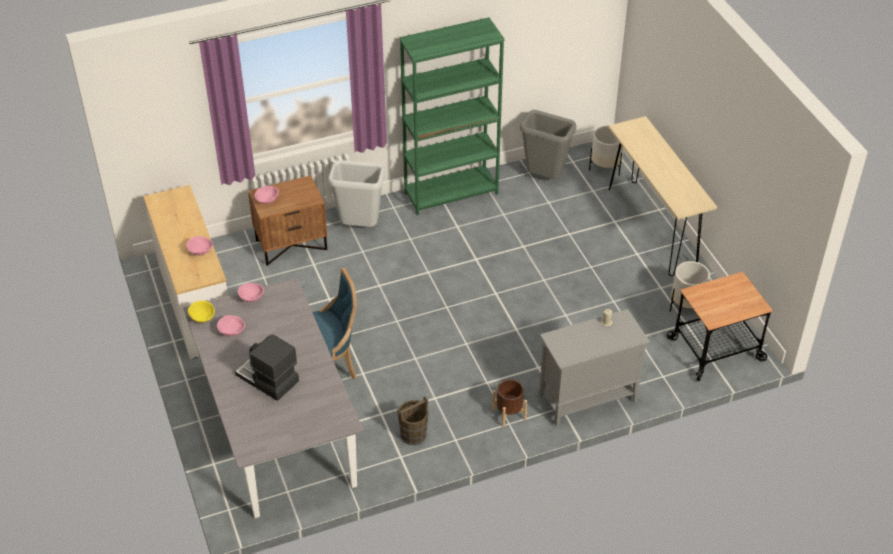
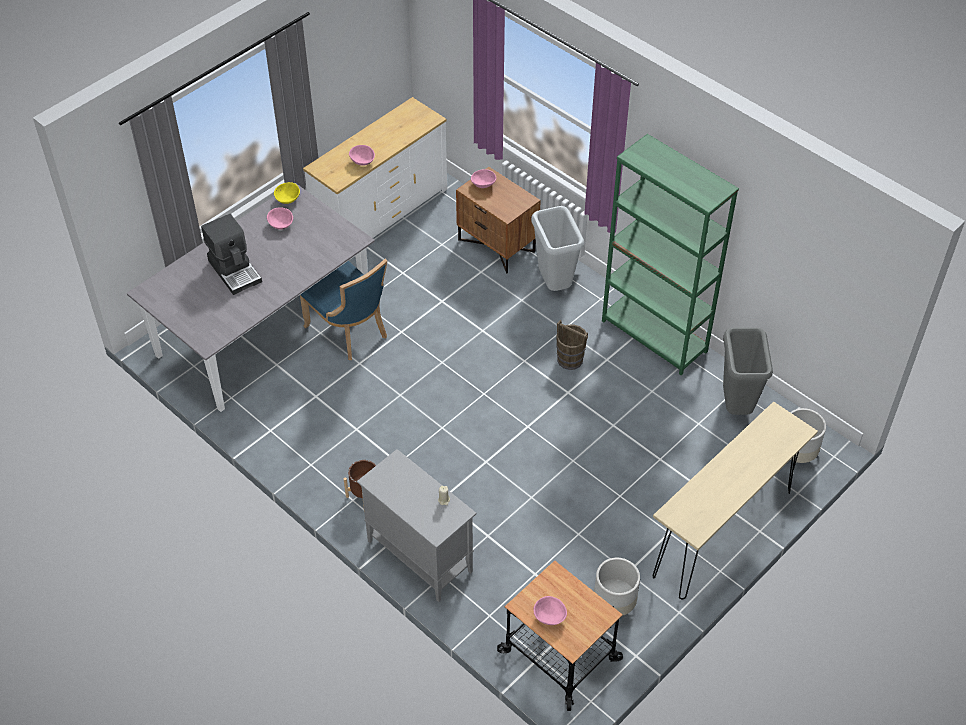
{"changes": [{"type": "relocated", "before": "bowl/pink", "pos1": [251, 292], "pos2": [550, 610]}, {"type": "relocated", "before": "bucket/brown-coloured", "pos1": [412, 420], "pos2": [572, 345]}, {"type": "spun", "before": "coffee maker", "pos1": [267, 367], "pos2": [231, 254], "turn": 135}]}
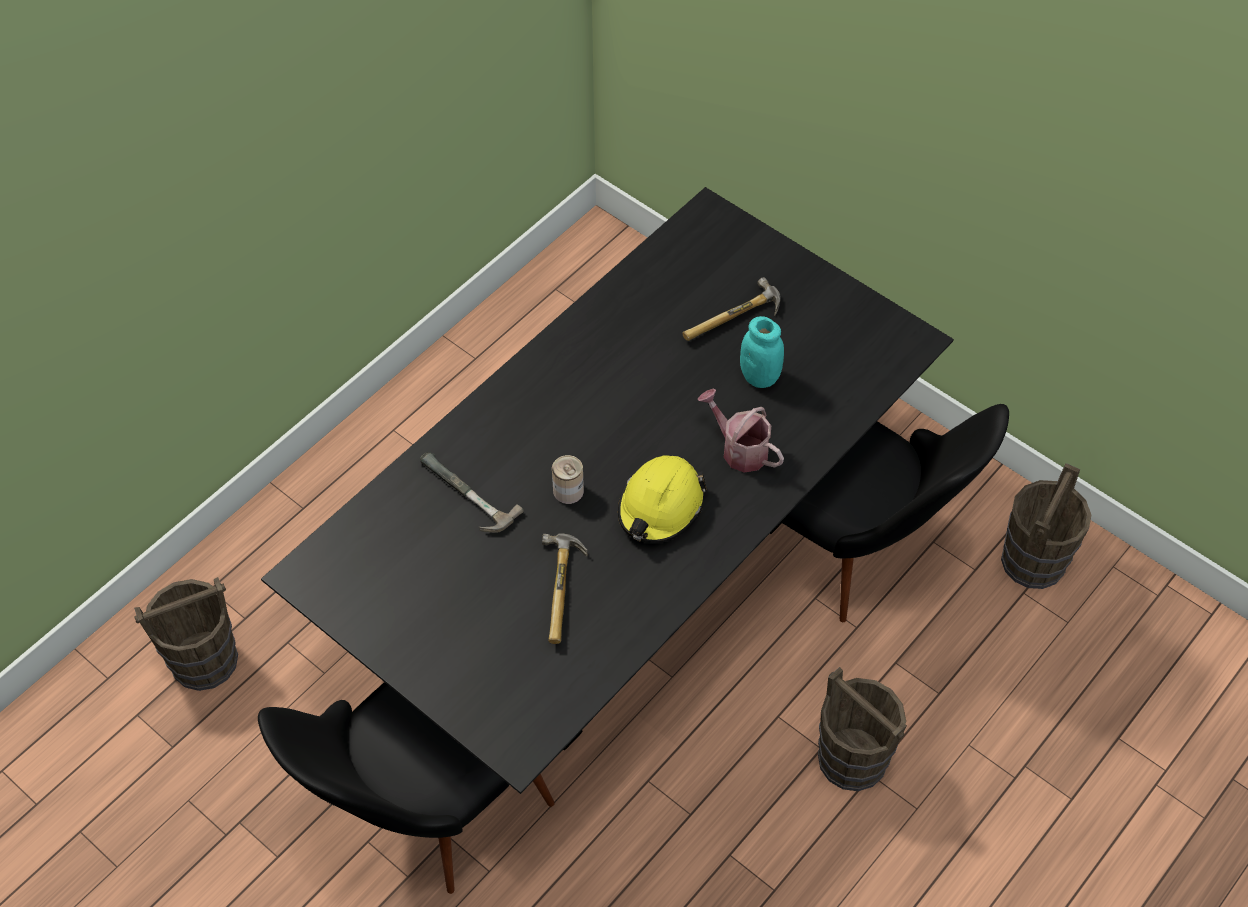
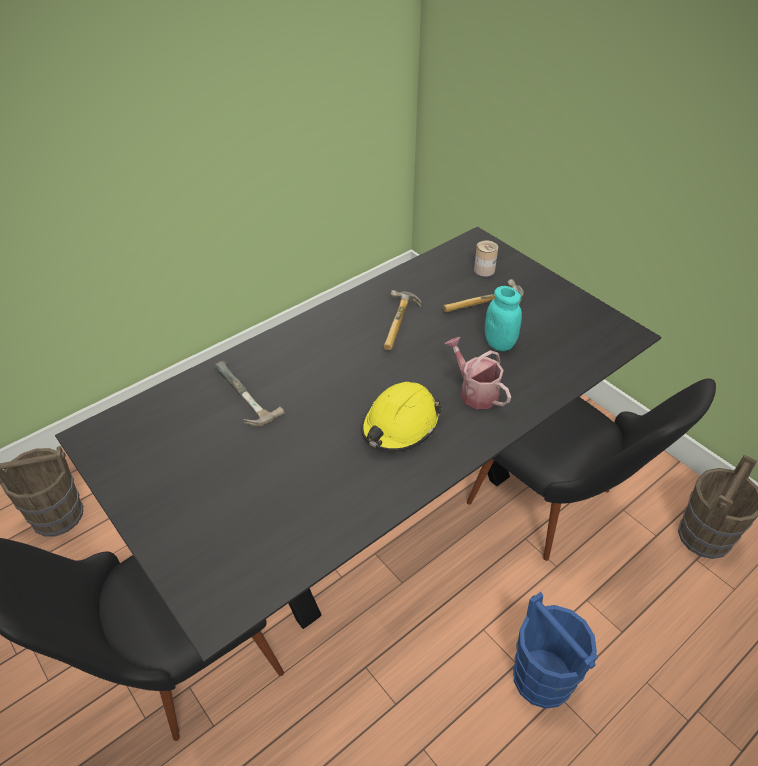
{"changes": [{"type": "relocated", "before": "tool hammer", "pos1": [565, 588], "pos2": [402, 320]}, {"type": "relocated", "before": "can", "pos1": [568, 479], "pos2": [486, 258]}, {"type": "colour", "before": "bucket/brown-coloured", "after": "bucket/bluish", "pos1": [862, 729], "pos2": [556, 650]}]}
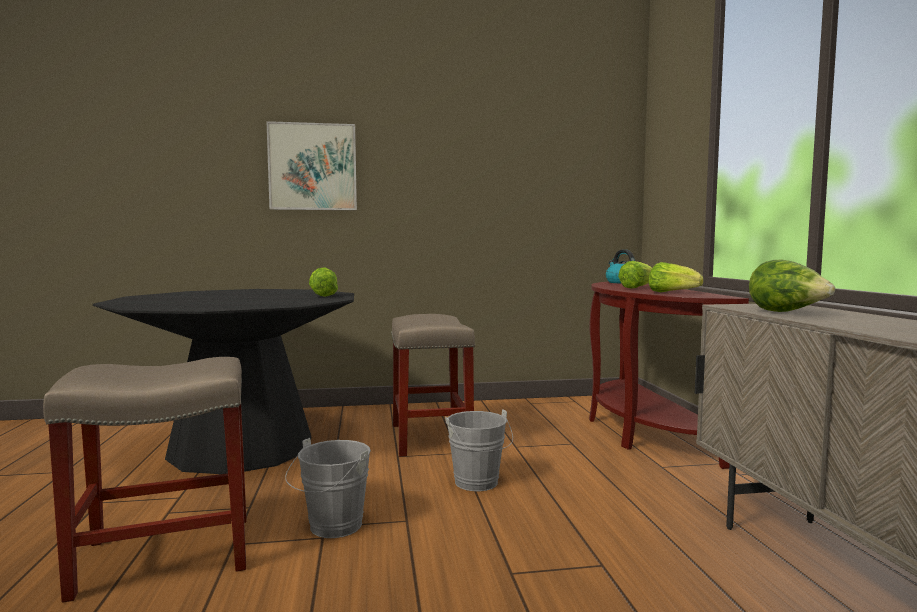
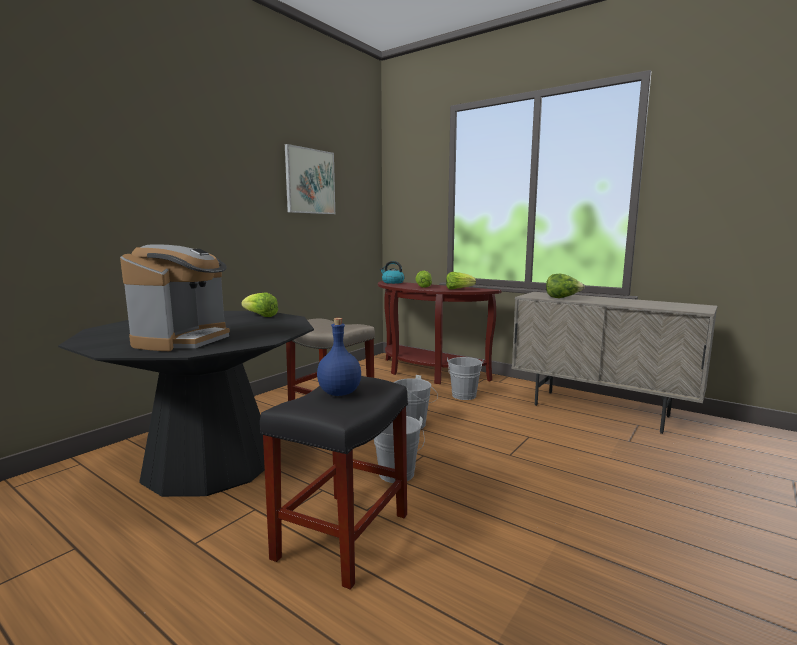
{"changes": [{"type": "appeared", "after": "coffee maker", "pos2": [175, 297]}, {"type": "appeared", "after": "bottle/bluish", "pos2": [339, 357]}, {"type": "appeared", "after": "bucket/grey", "pos2": [465, 378]}, {"type": "relocated", "before": "wall art", "pos1": [311, 165], "pos2": [310, 179]}, {"type": "colour", "before": "stool seat/beige", "after": "stool seat/blackish", "pos1": [144, 480], "pos2": [334, 483]}]}
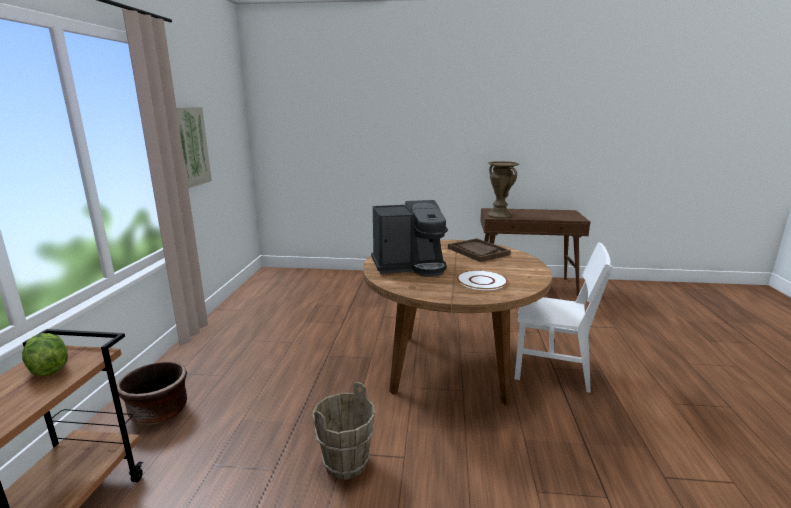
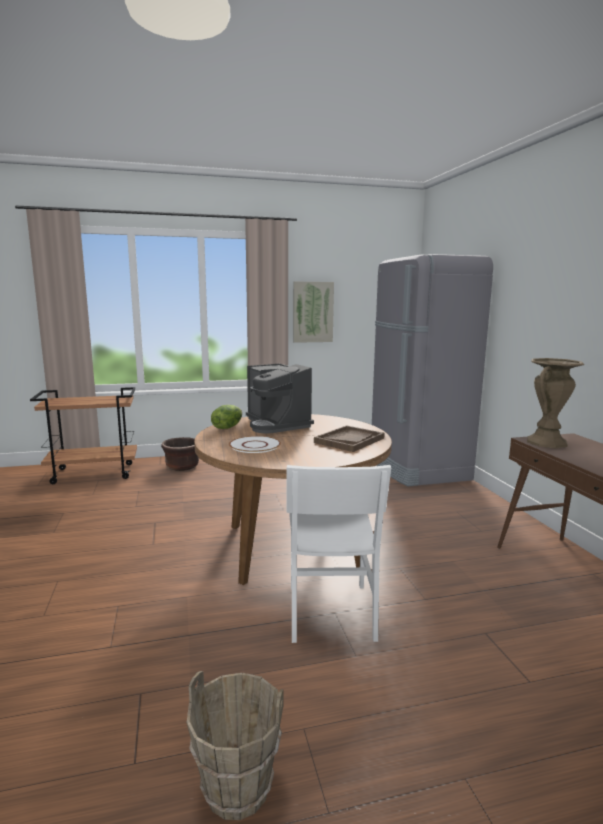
{"changes": [{"type": "appeared", "after": "fridge/grey", "pos2": [432, 370]}, {"type": "relocated", "before": "lettuce", "pos1": [45, 354], "pos2": [226, 417]}, {"type": "relocated", "before": "bucket/brown-coloured", "pos1": [343, 431], "pos2": [235, 745]}]}
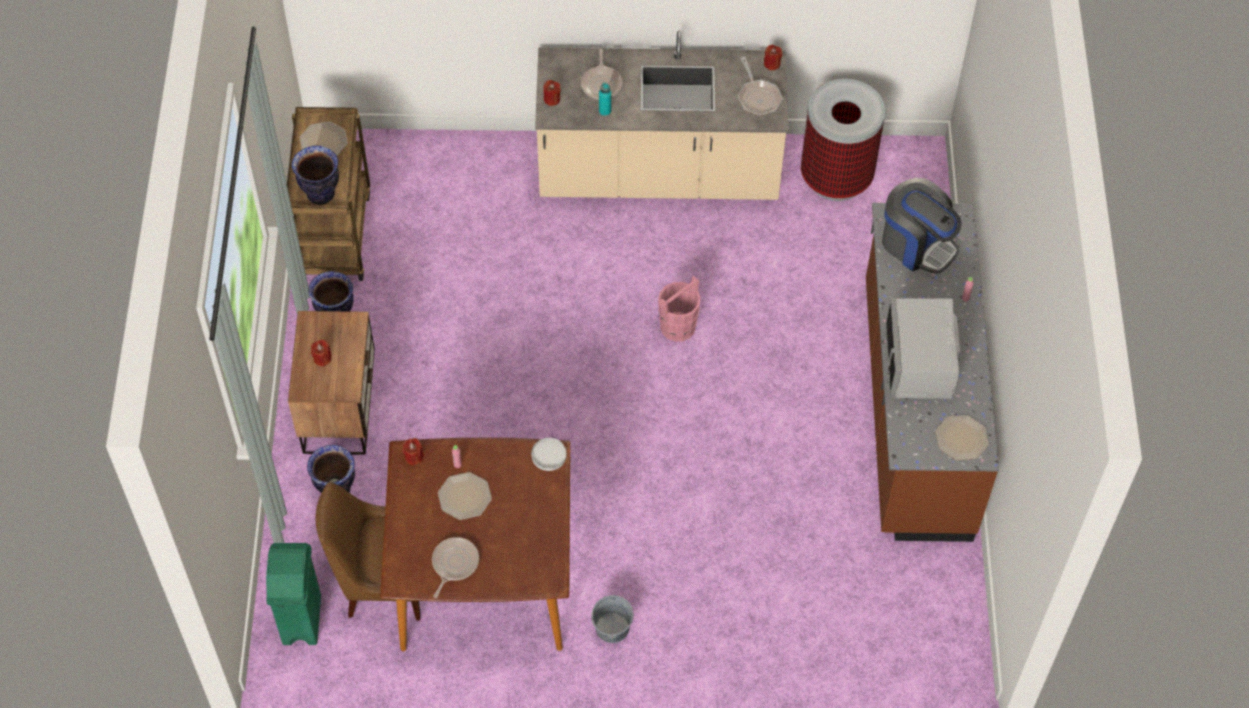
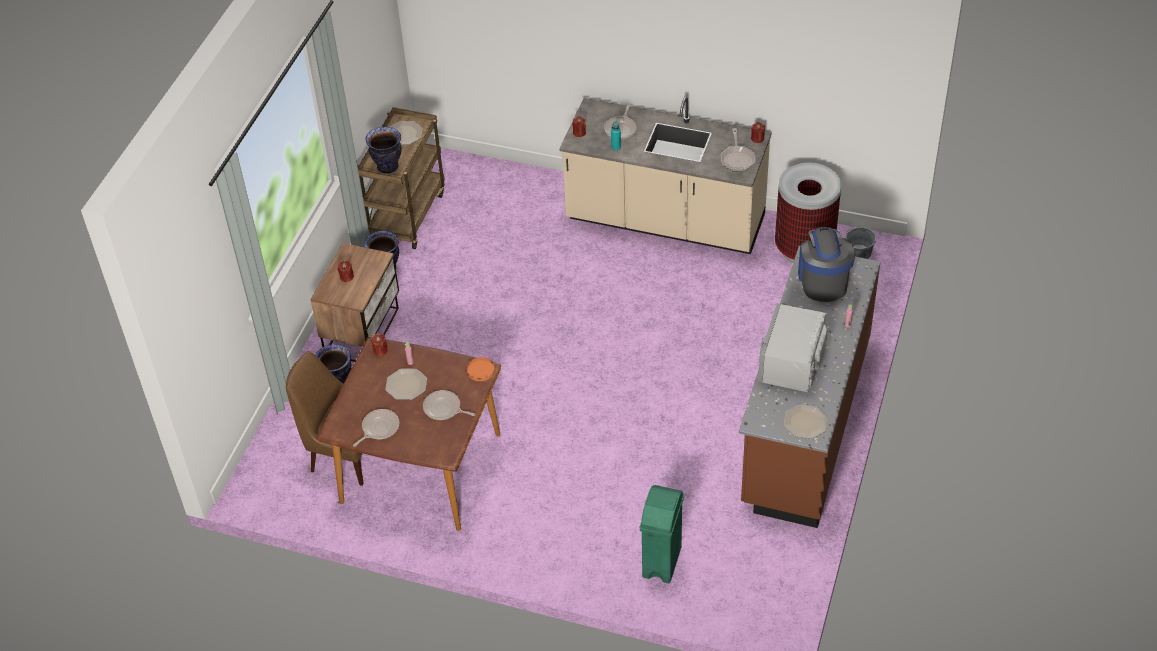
{"changes": [{"type": "missing", "before": "bucket/pink", "pos1": [679, 309]}, {"type": "appeared", "after": "skillet", "pos2": [449, 405]}, {"type": "relocated", "before": "waste bin/greenish", "pos1": [293, 594], "pos2": [662, 534]}, {"type": "relocated", "before": "bucket/grey", "pos1": [612, 619], "pos2": [861, 242]}, {"type": "colour", "before": "plate/white", "after": "plate/orange-coloured", "pos1": [549, 454], "pos2": [481, 369]}, {"type": "spun", "before": "coffee maker", "pos1": [922, 226], "pos2": [826, 264], "turn": -150}]}
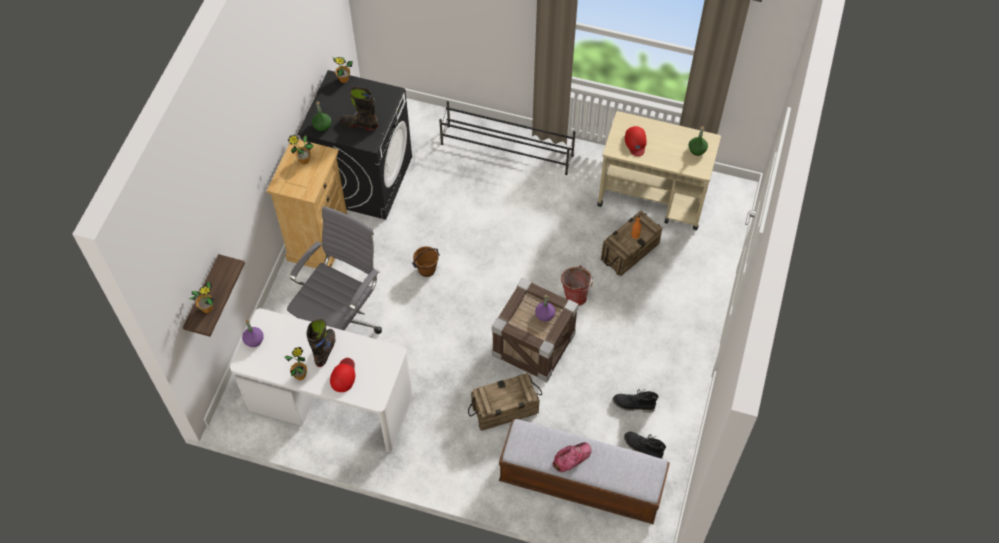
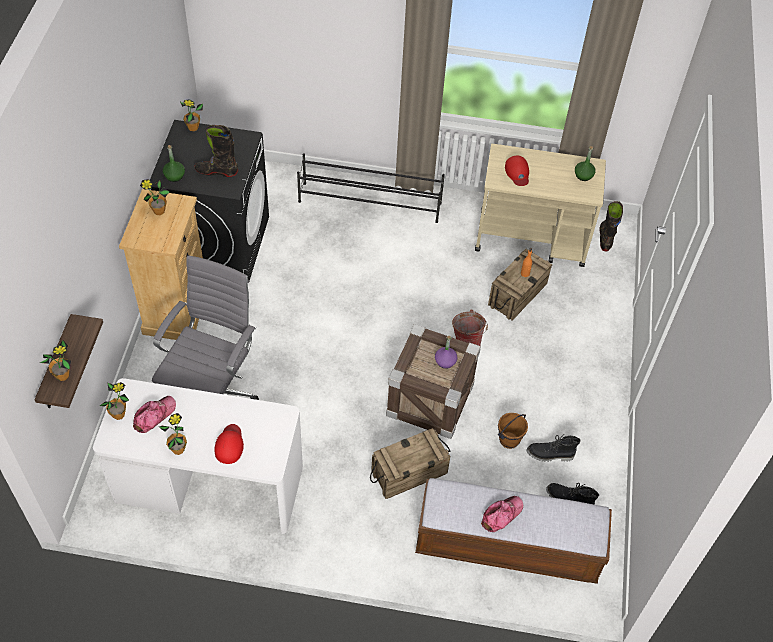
{"changes": [{"type": "appeared", "after": "cap", "pos2": [154, 414]}, {"type": "relocated", "before": "tall boot/blackish", "pos1": [320, 343], "pos2": [611, 226]}, {"type": "relocated", "before": "bucket/brown-coloured", "pos1": [426, 261], "pos2": [513, 431]}, {"type": "exchanged", "before": "bottle/purple-coloured", "after": "potted plant", "pos1": [253, 333], "pos2": [114, 401]}]}
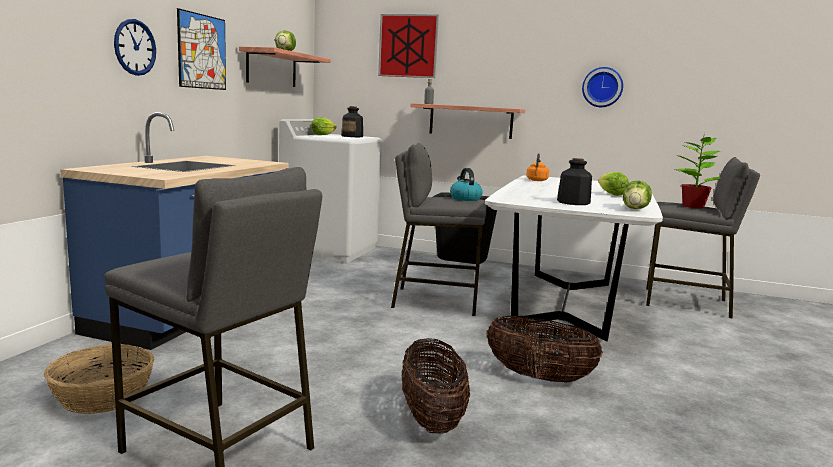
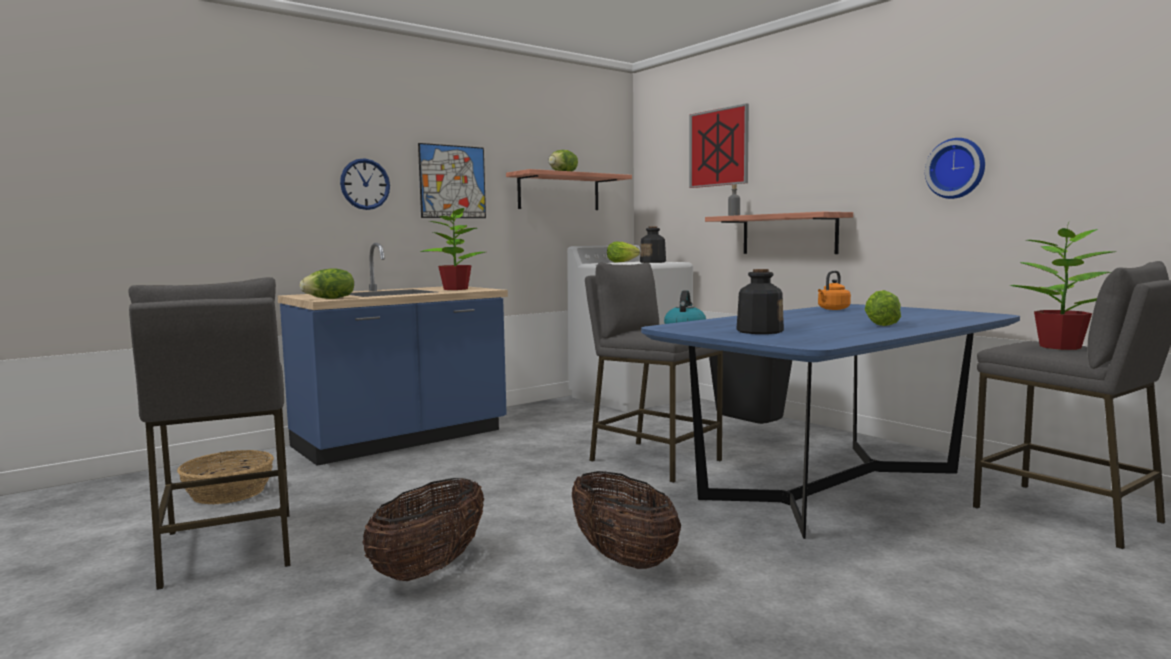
{"changes": [{"type": "appeared", "after": "potted plant", "pos2": [452, 249]}, {"type": "relocated", "before": "lettuce", "pos1": [637, 195], "pos2": [327, 284]}, {"type": "colour", "before": "kitchen table/white", "after": "kitchen table/bluish", "pos1": [574, 258], "pos2": [830, 421]}]}
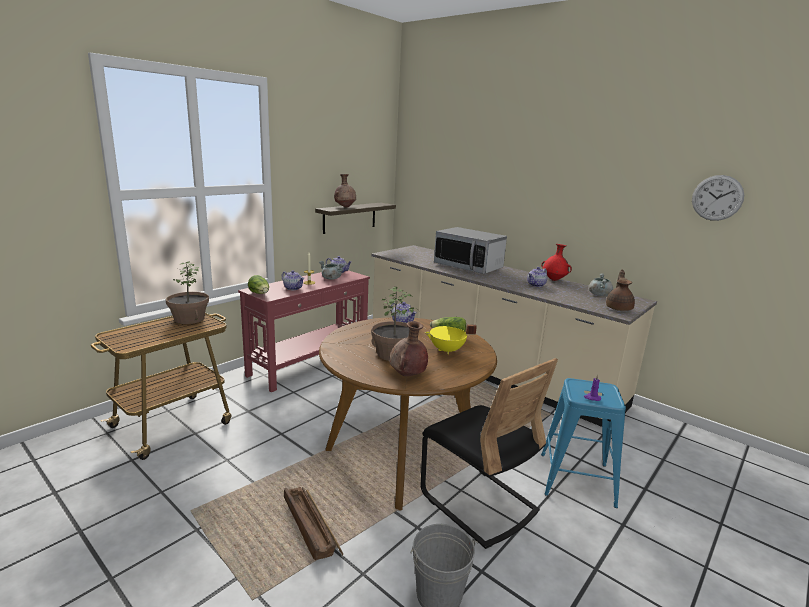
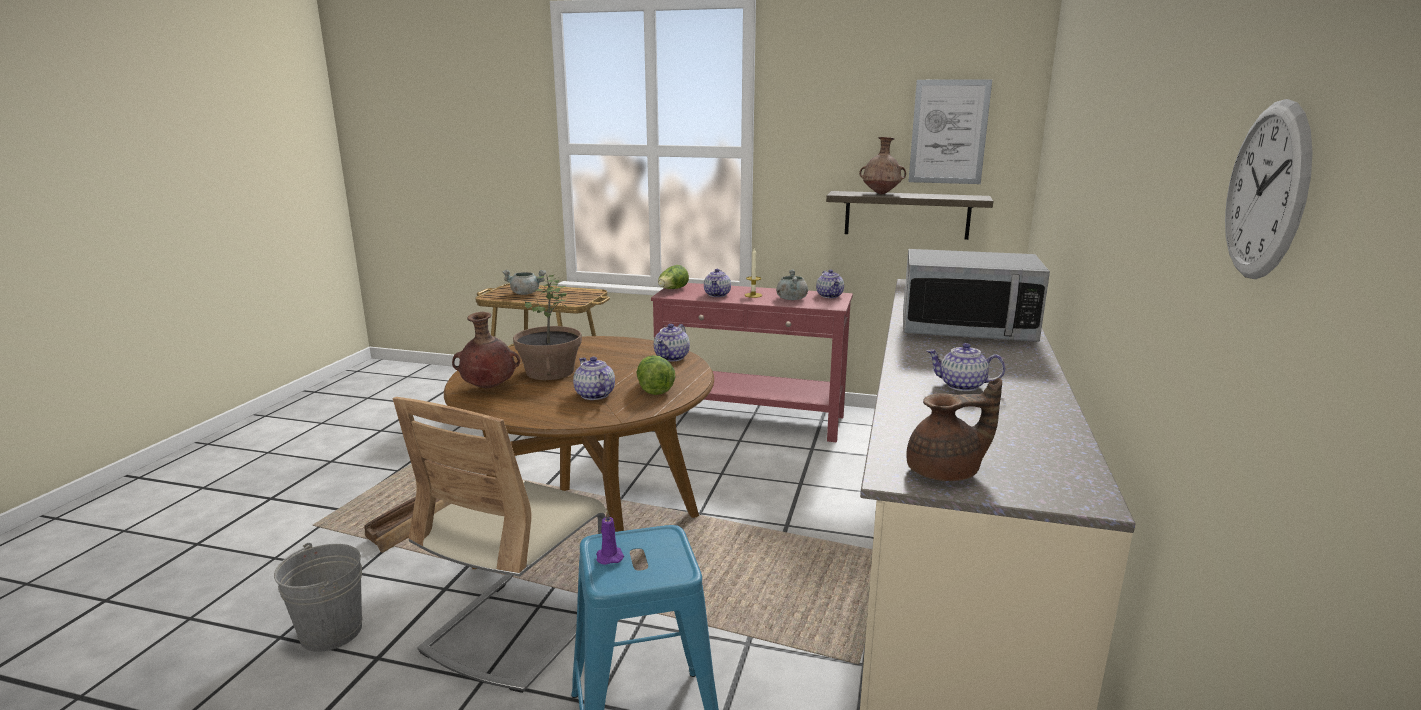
{"changes": [{"type": "missing", "before": "potted plant", "pos1": [187, 292]}, {"type": "missing", "before": "vase/red-coloured", "pos1": [556, 262]}, {"type": "appeared", "after": "wall art", "pos2": [950, 131]}, {"type": "relocated", "before": "saucepot/grey", "pos1": [601, 284], "pos2": [524, 282]}, {"type": "exchanged", "before": "saucepot/yellowish", "after": "teapot", "pos1": [451, 339], "pos2": [594, 378]}, {"type": "colour", "before": "chair/blackish", "after": "chair/beige", "pos1": [489, 453], "pos2": [499, 545]}, {"type": "spun", "before": "microwave", "pos1": [470, 250], "pos2": [976, 295], "turn": -90}]}
